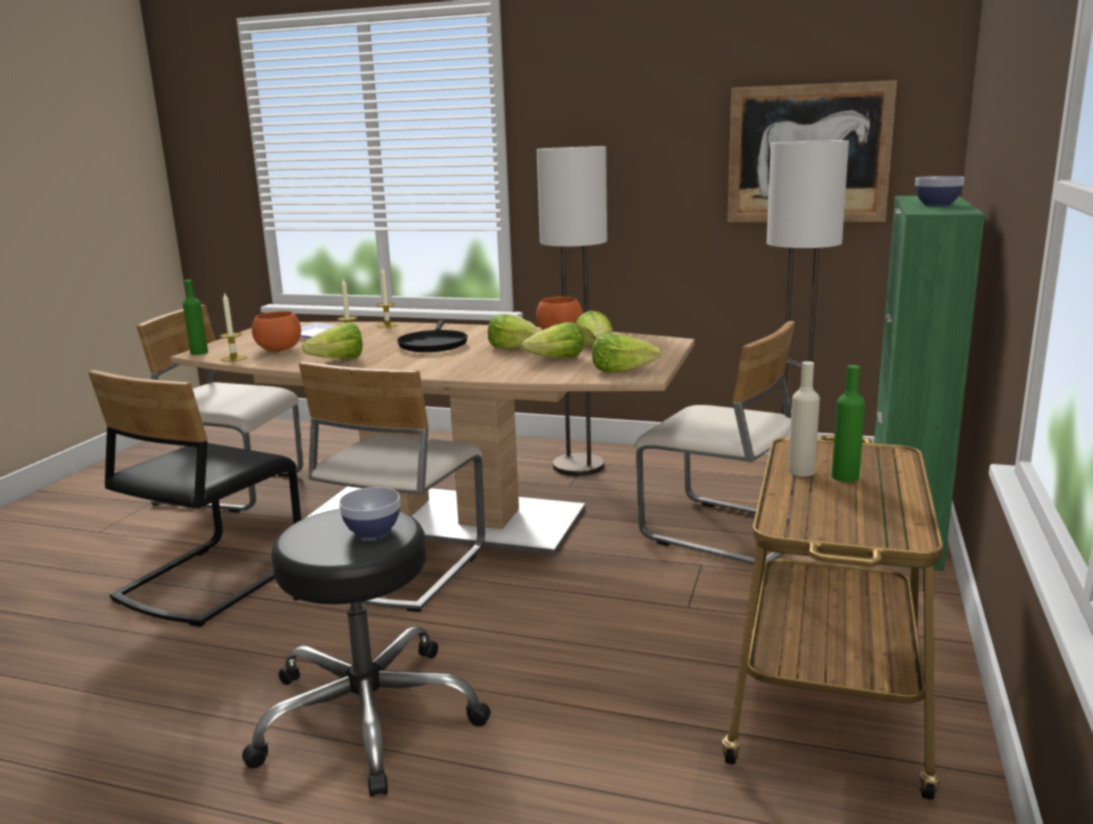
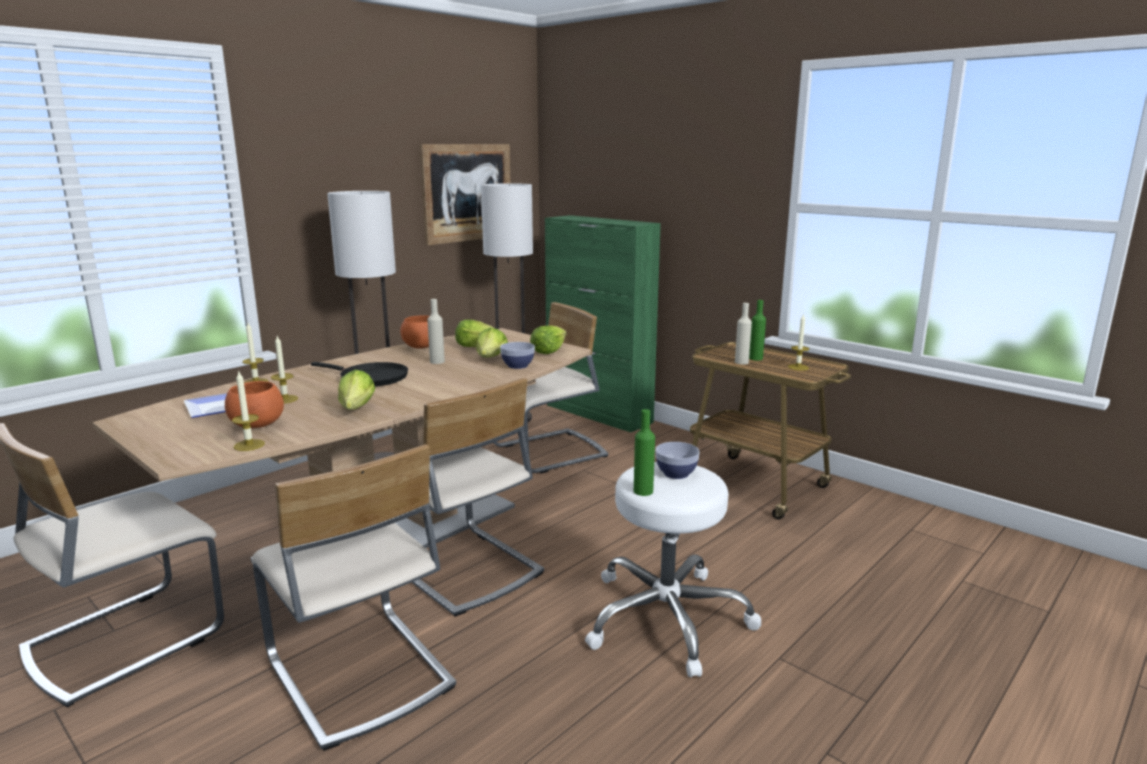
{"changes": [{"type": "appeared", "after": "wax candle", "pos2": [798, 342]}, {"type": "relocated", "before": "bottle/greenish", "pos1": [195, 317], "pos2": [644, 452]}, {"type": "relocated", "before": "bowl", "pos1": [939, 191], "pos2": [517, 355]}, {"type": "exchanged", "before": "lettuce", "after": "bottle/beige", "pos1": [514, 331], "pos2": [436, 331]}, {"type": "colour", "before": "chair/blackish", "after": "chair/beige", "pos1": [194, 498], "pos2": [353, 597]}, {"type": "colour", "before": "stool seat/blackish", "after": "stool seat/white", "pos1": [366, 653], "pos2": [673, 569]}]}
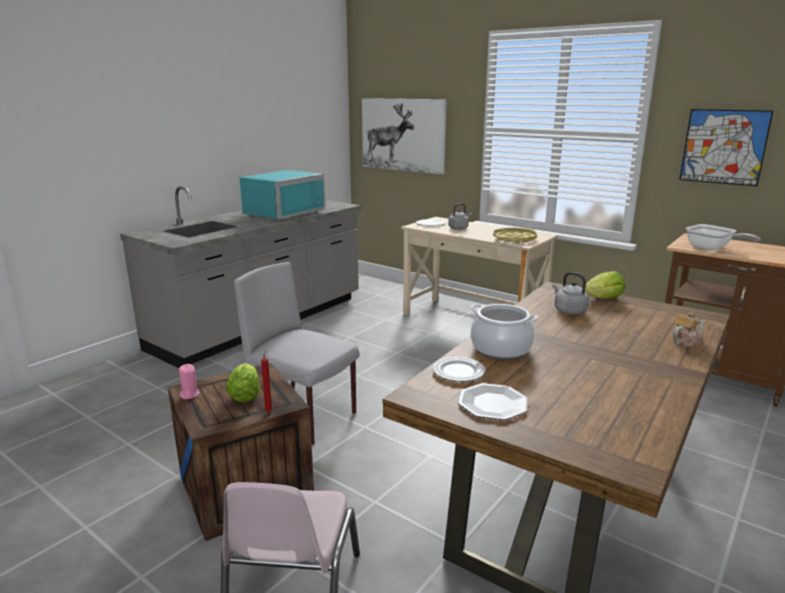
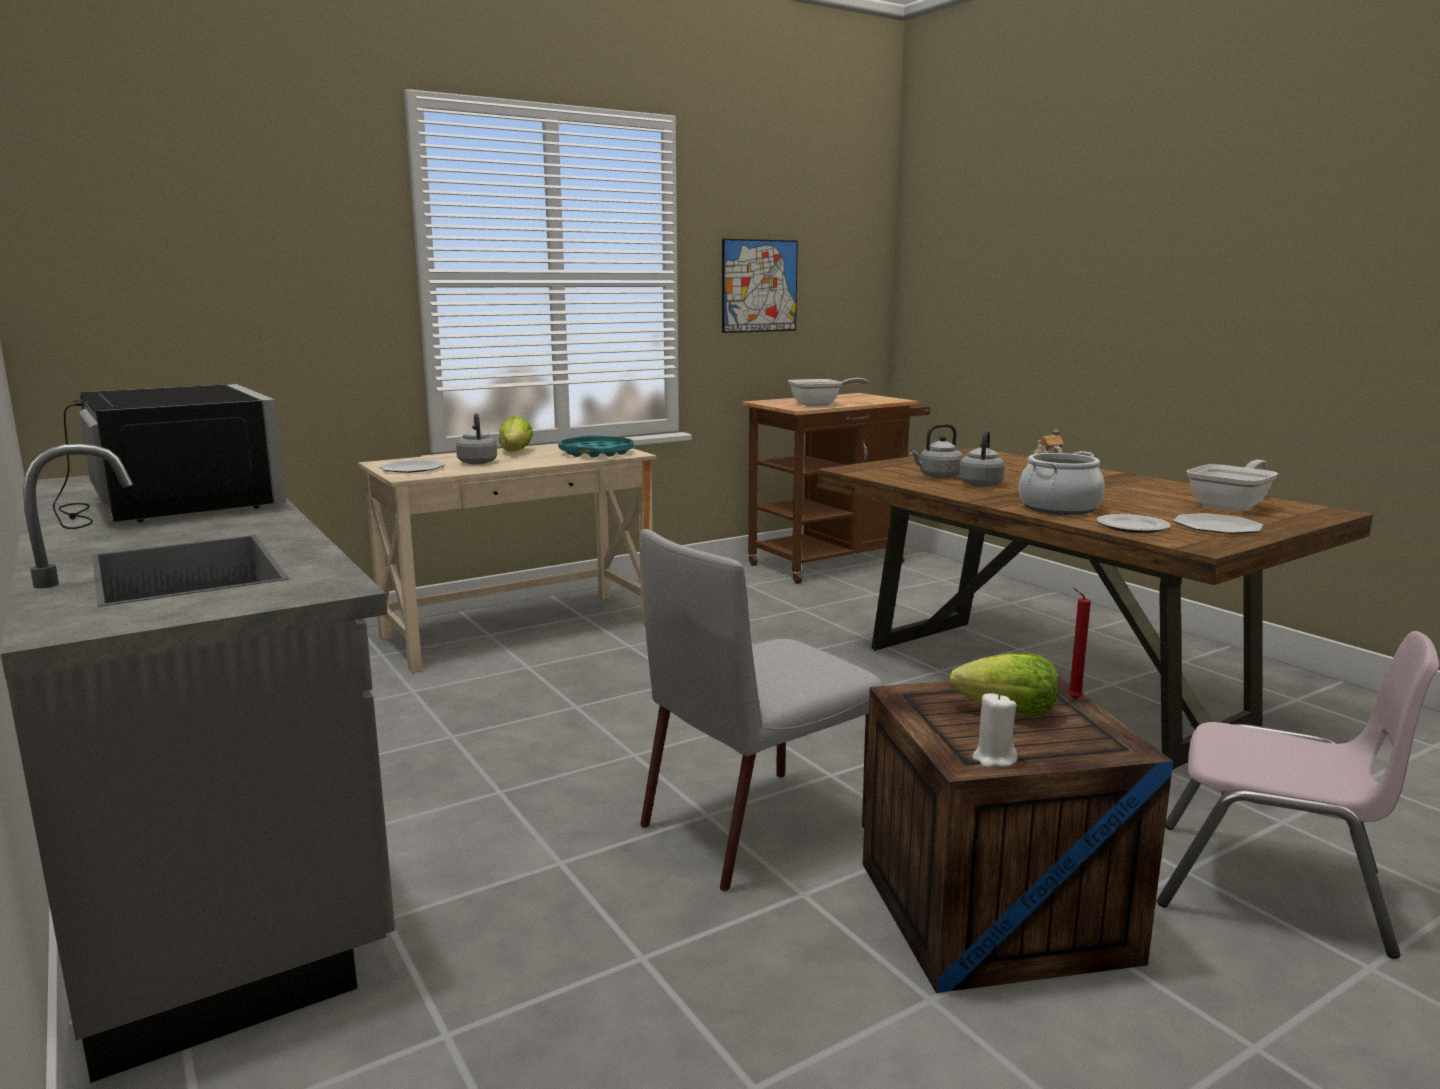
{"changes": [{"type": "missing", "before": "wall art", "pos1": [404, 136]}, {"type": "appeared", "after": "tea kettle/grey", "pos2": [982, 458]}, {"type": "appeared", "after": "skillet", "pos2": [1232, 486]}, {"type": "relocated", "before": "lettuce", "pos1": [605, 285], "pos2": [516, 434]}, {"type": "colour", "before": "wax candle/pink", "after": "wax candle/white", "pos1": [189, 381], "pos2": [995, 730]}, {"type": "colour", "before": "microwave/turquoise-coloured", "after": "microwave/blackish", "pos1": [282, 195], "pos2": [170, 456]}, {"type": "colour", "before": "carrying tray/yellowish", "after": "carrying tray/turquoise-coloured", "pos1": [515, 235], "pos2": [596, 446]}]}
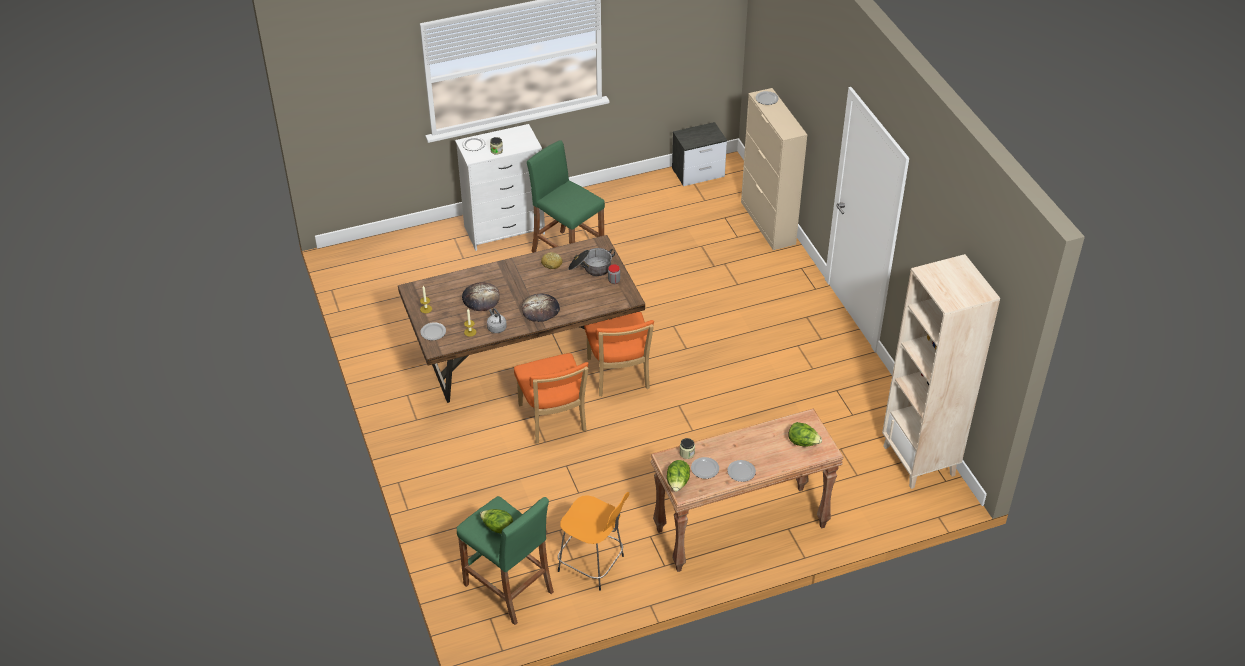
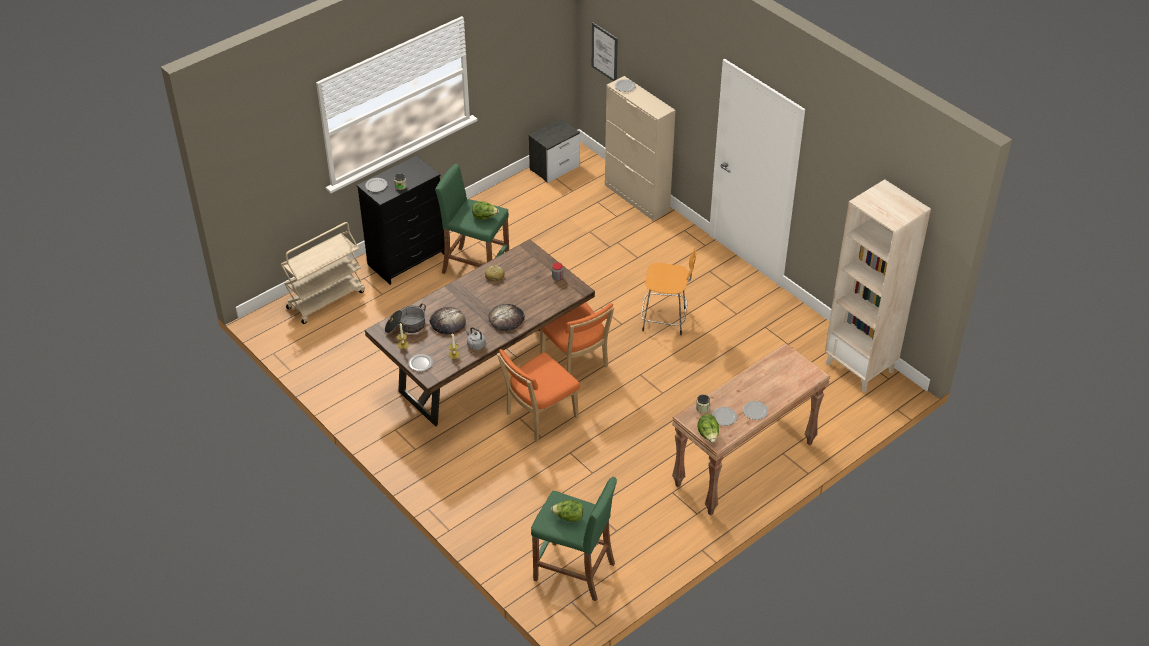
{"changes": [{"type": "appeared", "after": "wheeled cart/beige", "pos2": [323, 273]}, {"type": "appeared", "after": "wall art", "pos2": [605, 51]}, {"type": "relocated", "before": "stool seat/orange-coloured", "pos1": [593, 541], "pos2": [668, 290]}, {"type": "relocated", "before": "saucepot", "pos1": [591, 262], "pos2": [405, 318]}, {"type": "relocated", "before": "lettuce", "pos1": [805, 434], "pos2": [485, 210]}, {"type": "colour", "before": "drawer chest/white", "after": "drawer chest/blackish", "pos1": [500, 187], "pos2": [400, 220]}, {"type": "spun", "before": "chair/orange-coloured", "pos1": [551, 398], "pos2": [538, 395], "turn": 90}]}
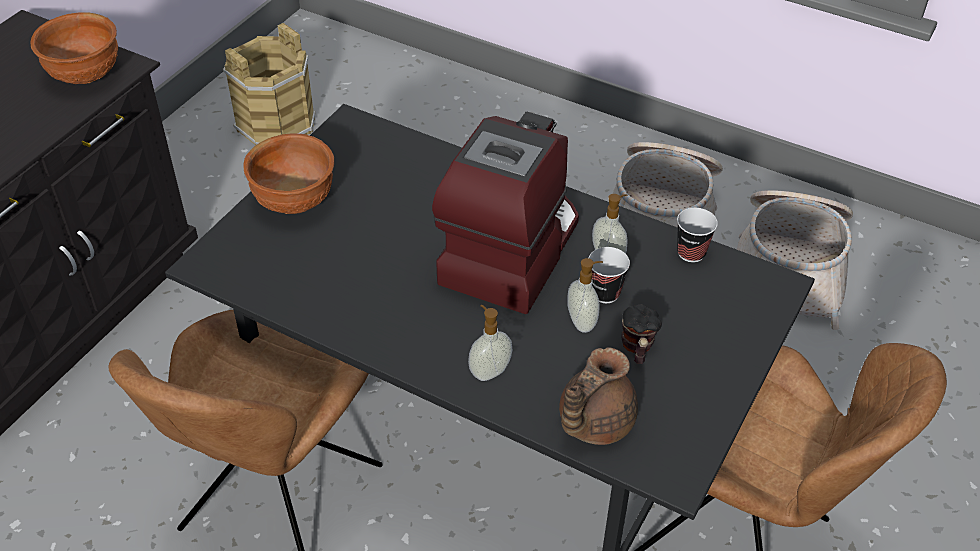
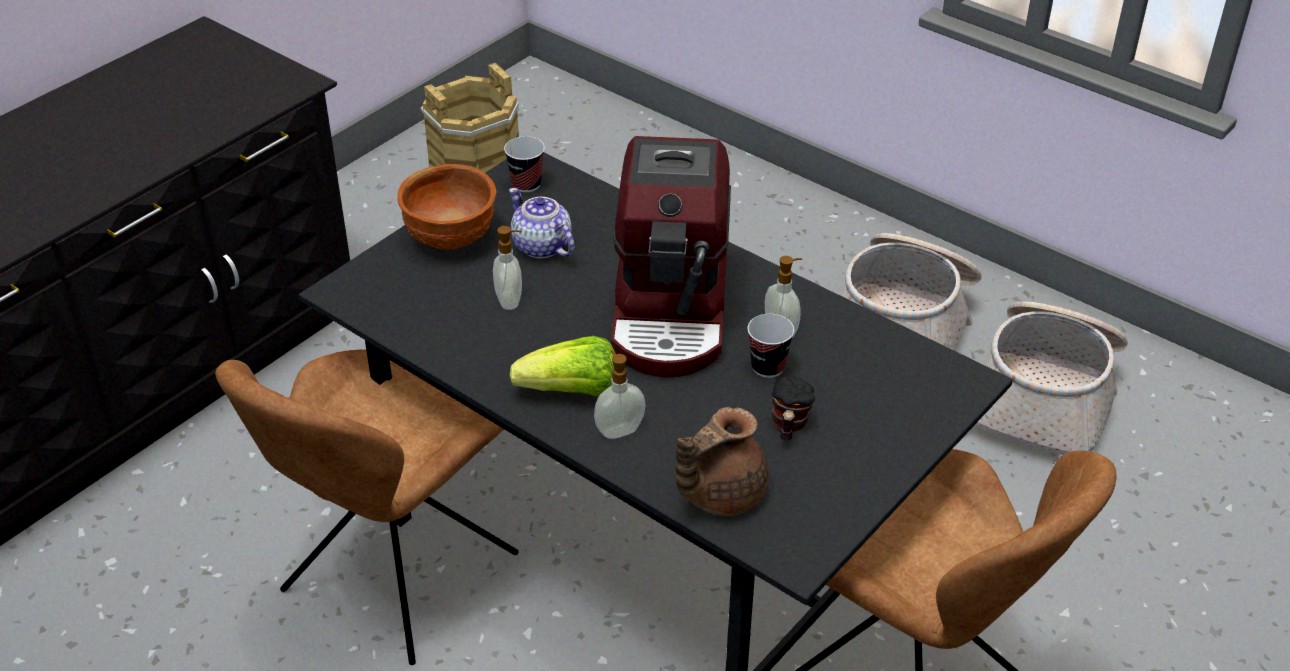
{"changes": [{"type": "missing", "before": "bowl/brown-coloured", "pos1": [74, 48]}, {"type": "appeared", "after": "teapot", "pos2": [542, 223]}, {"type": "appeared", "after": "lettuce", "pos2": [562, 366]}, {"type": "relocated", "before": "soap bottle", "pos1": [585, 295], "pos2": [507, 268]}, {"type": "relocated", "before": "small cup", "pos1": [697, 235], "pos2": [524, 164]}, {"type": "spun", "before": "coffee maker", "pos1": [505, 213], "pos2": [671, 257], "turn": 150}]}
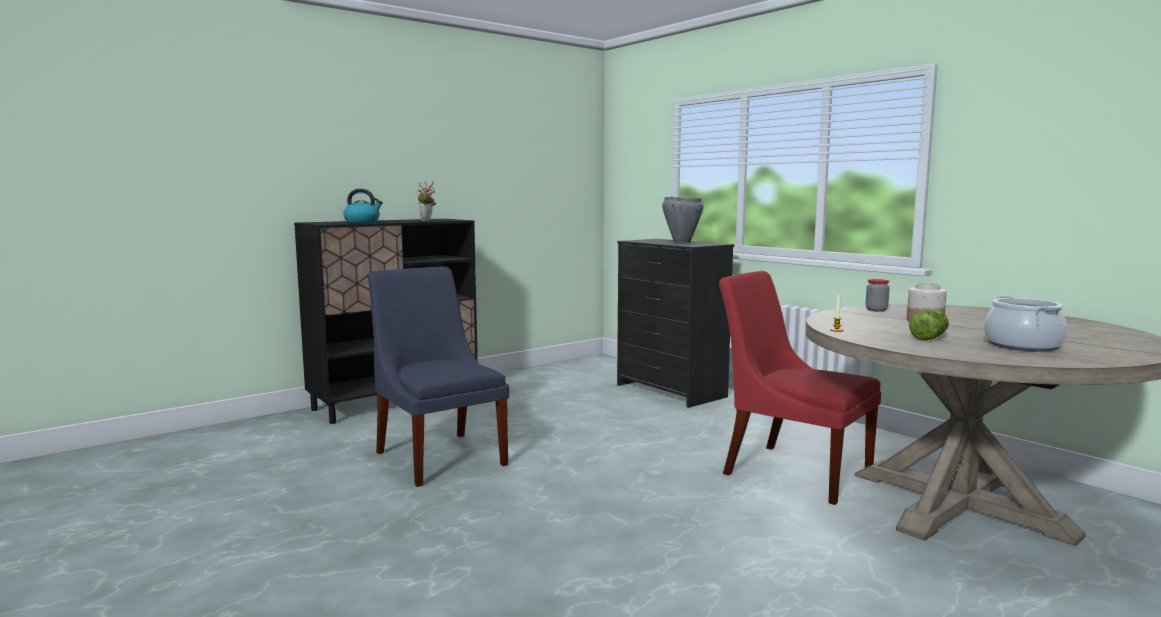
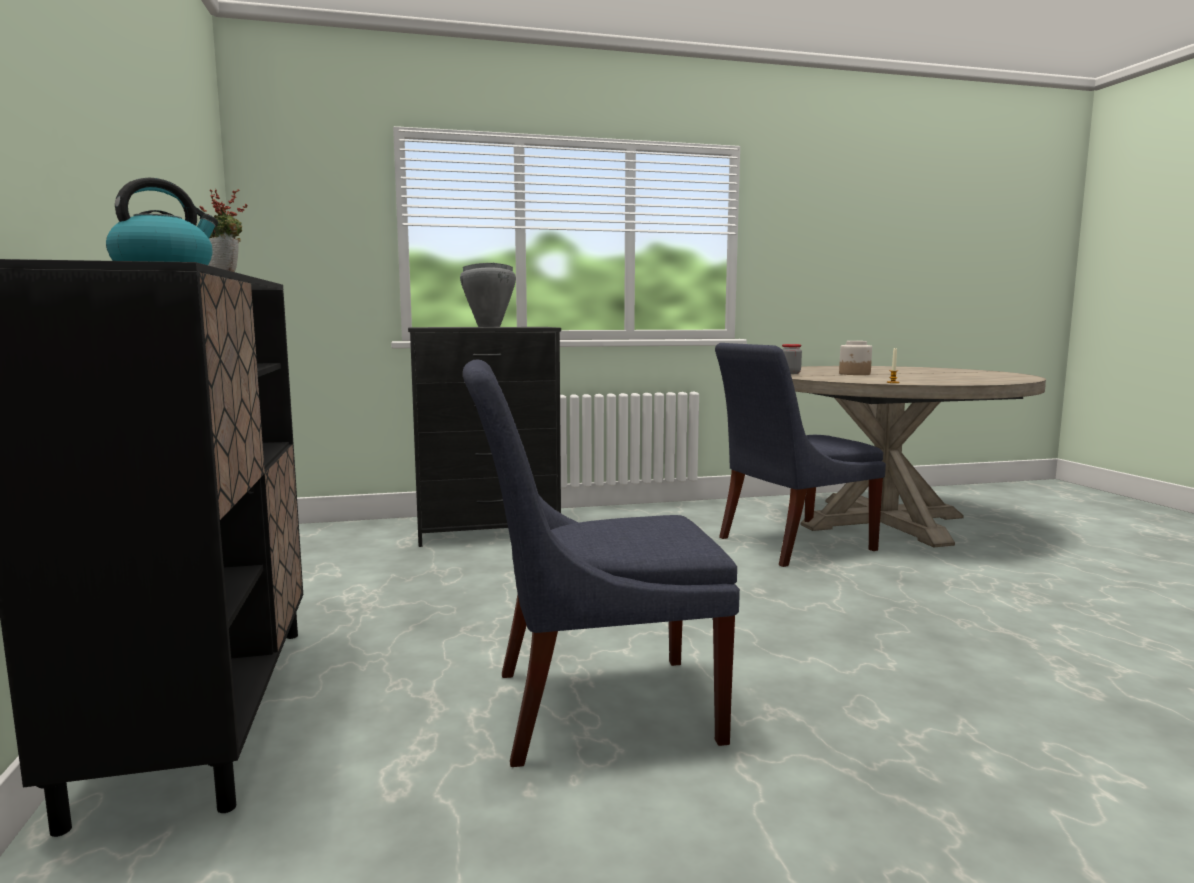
{"changes": [{"type": "missing", "before": "lettuce", "pos1": [929, 325]}, {"type": "missing", "before": "saucepot", "pos1": [1025, 323]}, {"type": "colour", "before": "chair/red-coloured", "after": "chair/bluish", "pos1": [800, 388], "pos2": [800, 455]}]}
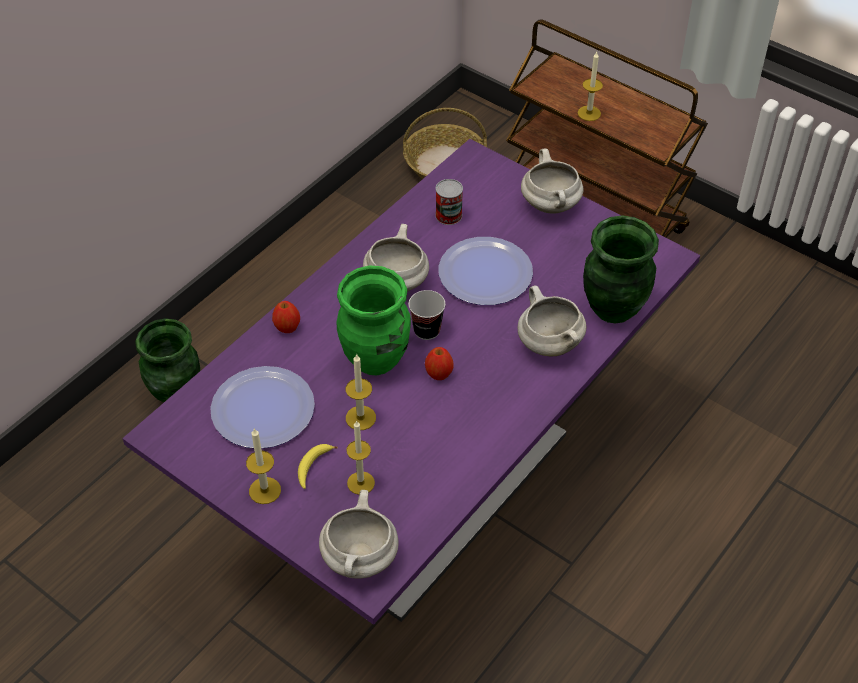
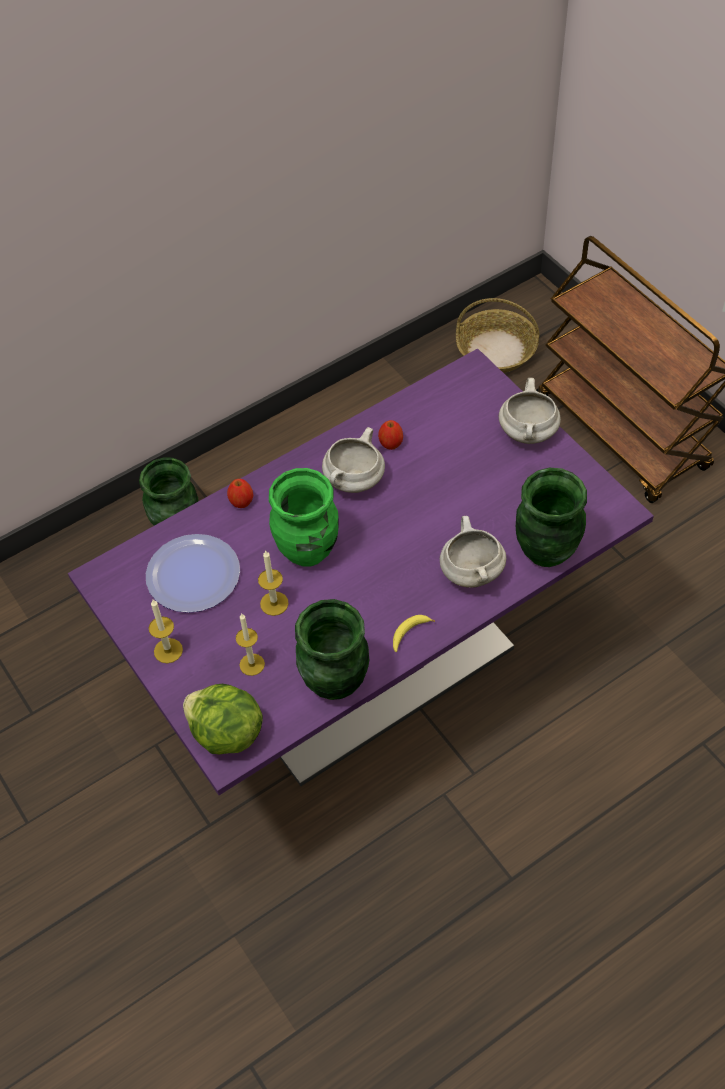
{"changes": [{"type": "missing", "before": "small cup", "pos1": [427, 315]}, {"type": "missing", "before": "can", "pos1": [449, 202]}, {"type": "missing", "before": "plate", "pos1": [485, 271]}, {"type": "missing", "before": "wax candle", "pos1": [590, 86]}, {"type": "appeared", "after": "vase/greenish", "pos2": [332, 649]}, {"type": "relocated", "before": "banana", "pos1": [317, 466], "pos2": [414, 633]}, {"type": "relocated", "before": "apple fruit", "pos1": [439, 363], "pos2": [390, 435]}, {"type": "exchanged", "before": "saucepot/white", "after": "lettuce", "pos1": [359, 534], "pos2": [223, 719]}]}
